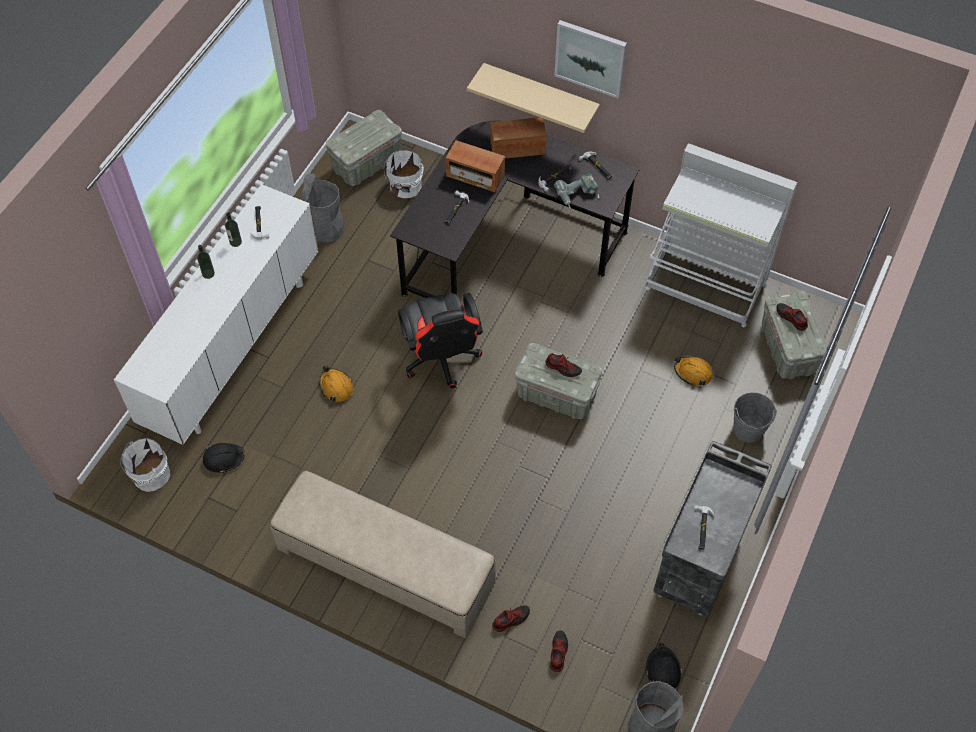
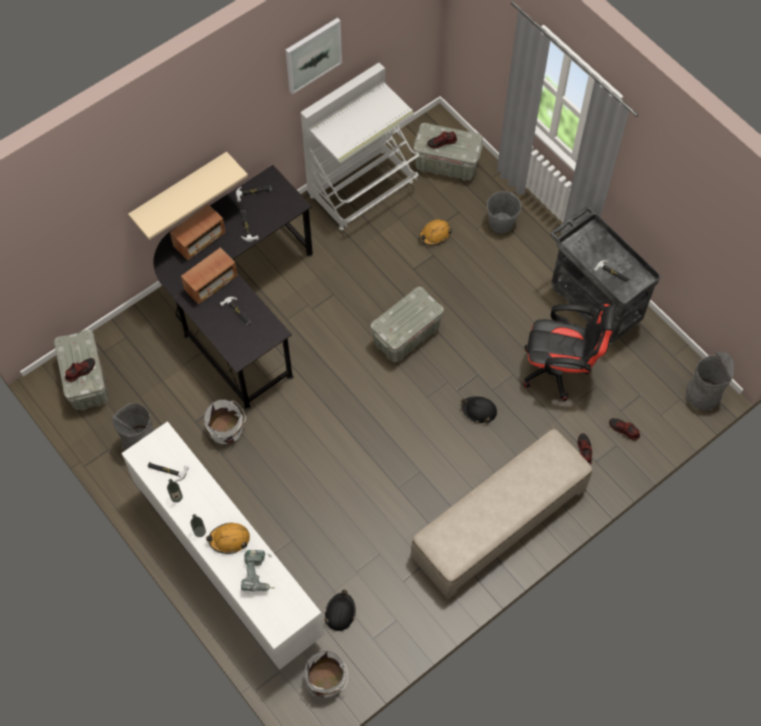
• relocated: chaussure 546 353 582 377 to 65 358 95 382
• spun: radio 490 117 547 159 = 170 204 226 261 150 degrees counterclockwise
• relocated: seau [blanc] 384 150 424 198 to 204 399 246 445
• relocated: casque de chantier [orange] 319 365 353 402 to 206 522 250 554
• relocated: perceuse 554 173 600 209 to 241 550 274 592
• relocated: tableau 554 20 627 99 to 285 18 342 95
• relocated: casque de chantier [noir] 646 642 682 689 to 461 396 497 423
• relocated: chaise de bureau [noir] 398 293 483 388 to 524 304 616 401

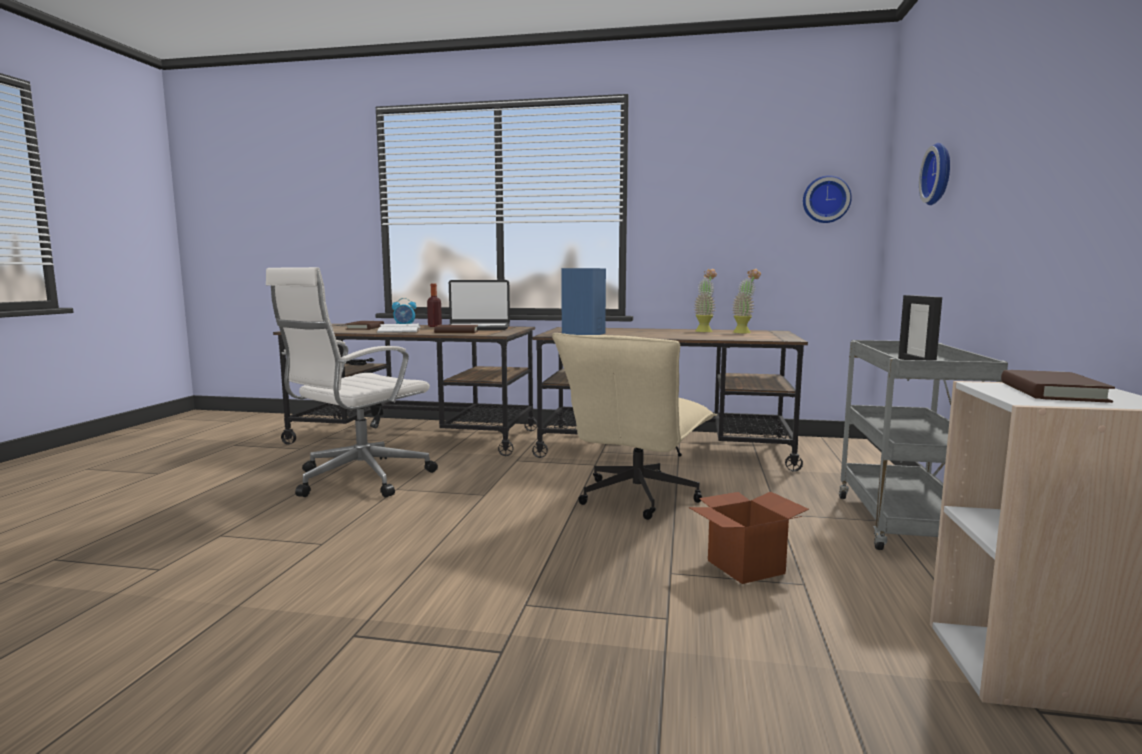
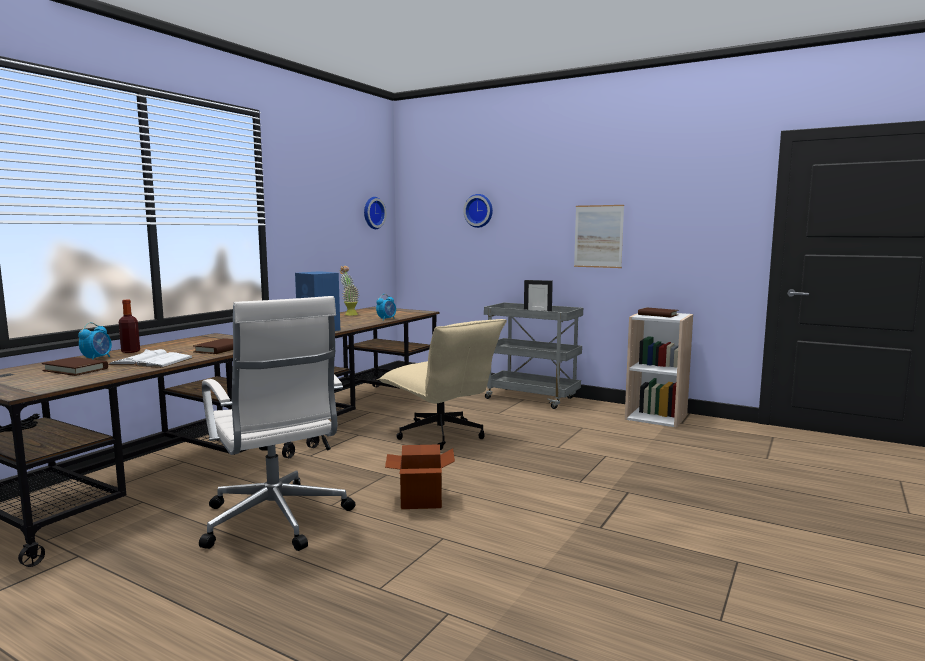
• appeared: réveil 376 294 396 321
• relocated: carton 689 492 809 584 to 385 444 455 509
• appeared: tableau 574 205 624 268
• missing: ordinateur portable 448 280 510 330
• missing: plante en pot 732 269 761 333

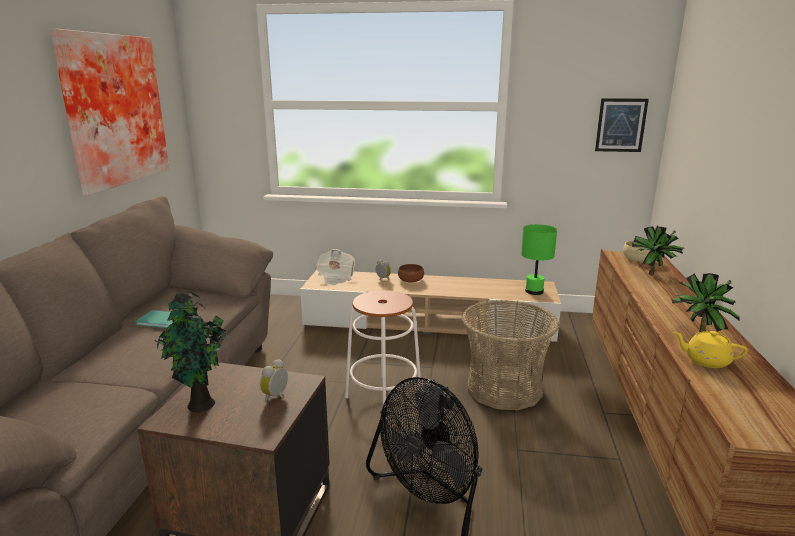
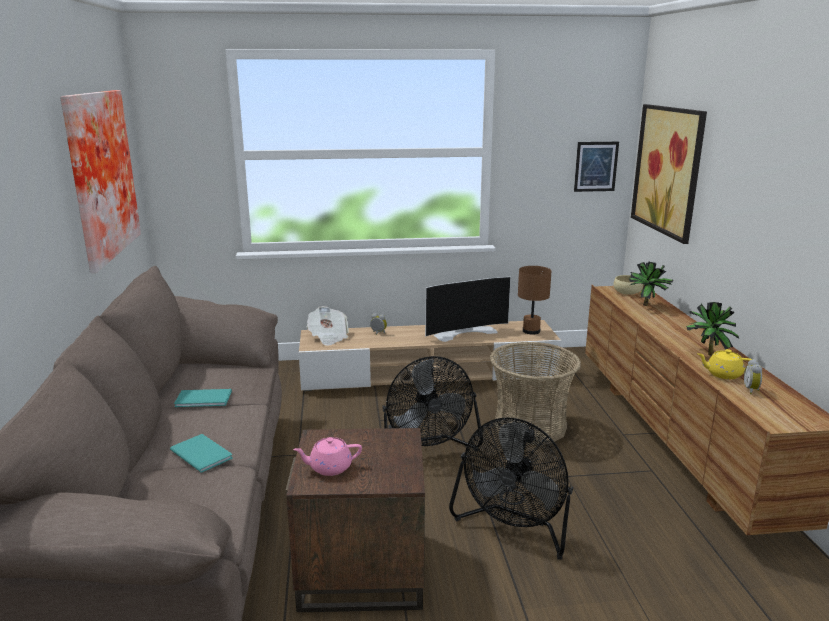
• appeared: livre [turquoise] 170 434 233 473
• exchanged: plante en pot 156 291 228 412 to théière [rose] 293 437 362 476
• exchanged: tabouret [blanc] 345 290 421 418 to ventilateur [noir] 382 356 483 452
• appeared: téléviseur 425 277 511 342
• colour: lampe de table [vert] 521 224 557 295 to lampe de table [marron] 518 266 551 335
• appeared: tableau 631 104 707 244
• relocated: réveil 260 359 288 402 to 744 359 762 394
• missing: bol [marron] 398 264 424 283

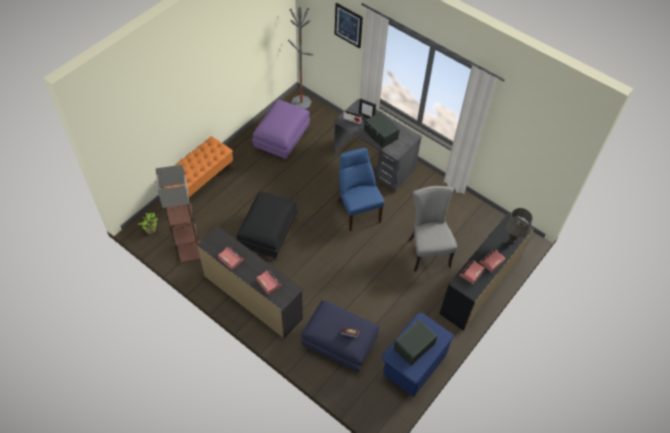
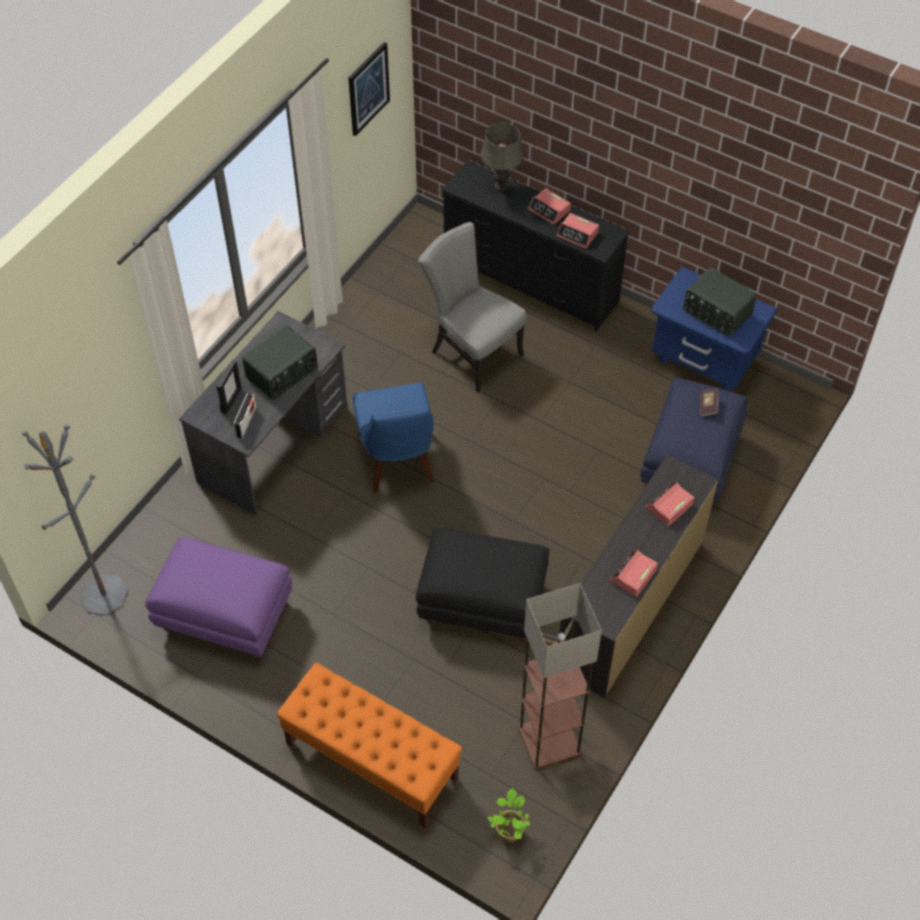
• relocated: tableau 335 3 363 49 to 348 42 390 136
• spun: chaise [bleu] 337 148 384 231 = 353 383 434 493 75 degrees counterclockwise
• spun: chaise [gris] 409 186 458 272 = 418 222 527 393 60 degrees clockwise

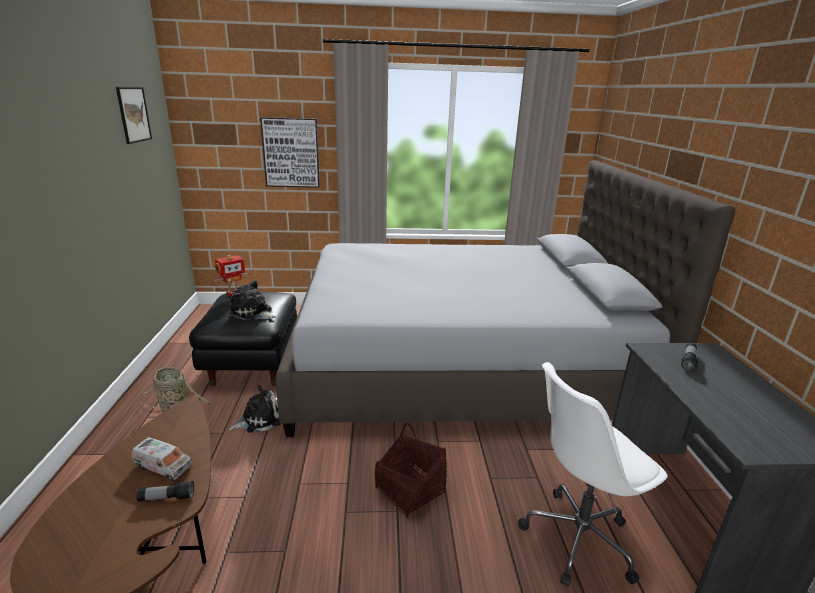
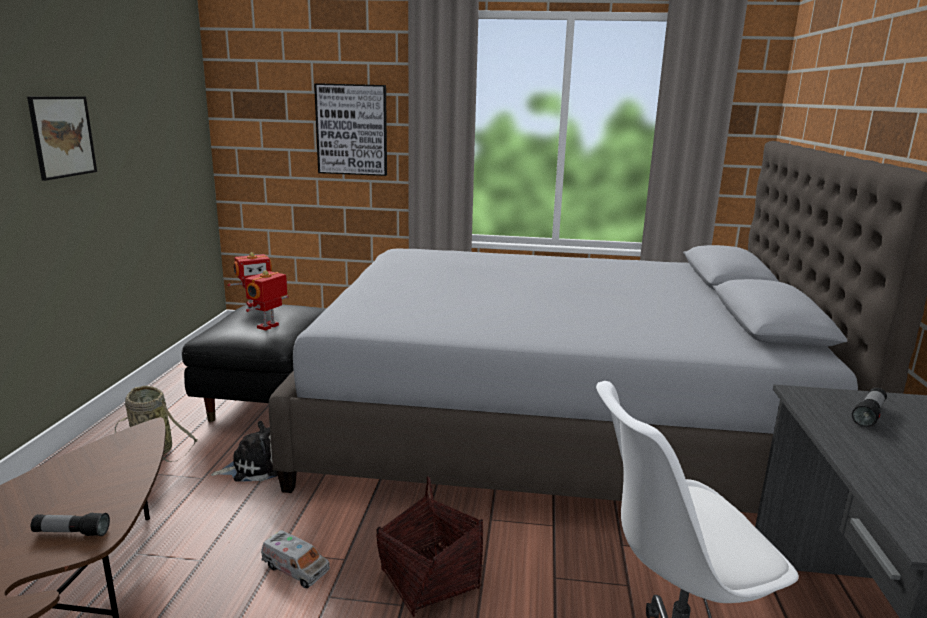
• relocated: tableau 116 87 152 144 to 27 96 97 181
• exchanged: peluche 229 280 276 321 to robot jouet 245 270 289 330
• relocated: camion jouet 132 437 192 481 to 261 530 330 588

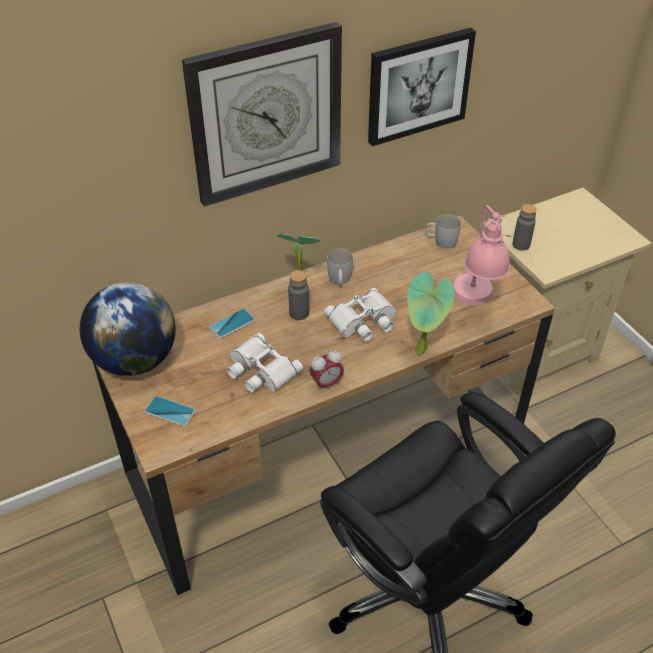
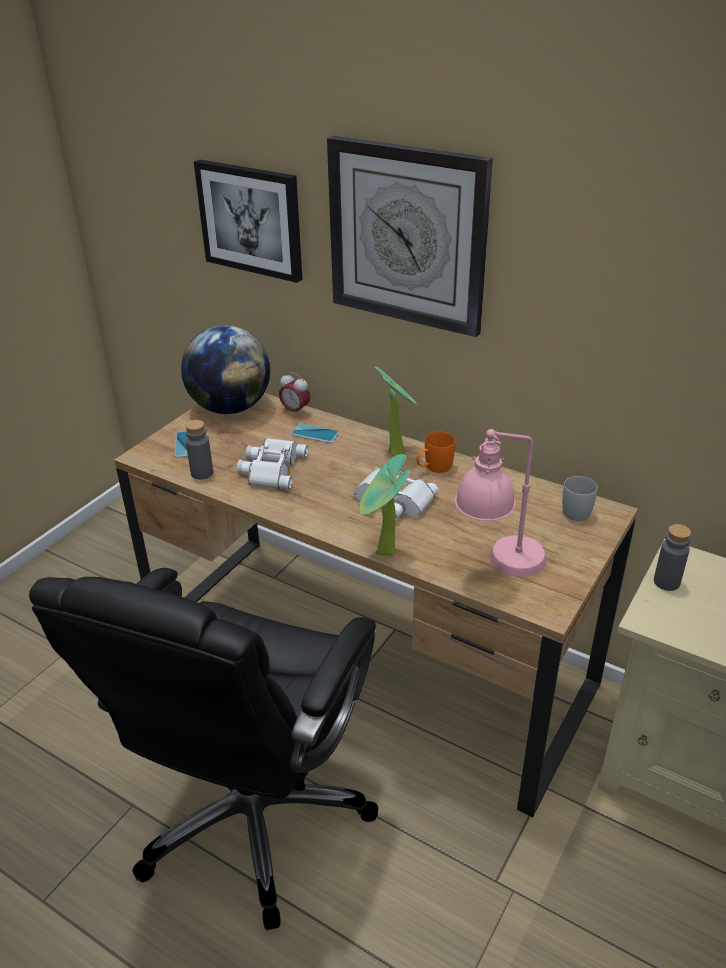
• relocated: bouteille [gris] 288 270 309 320 to 185 420 213 480
• relocated: tableau 368 28 476 146 to 194 159 302 283
• relocated: réveil 309 350 344 391 to 279 372 310 416
• colour: mug [blanc] 327 248 353 285 to mug [orange] 417 432 455 473

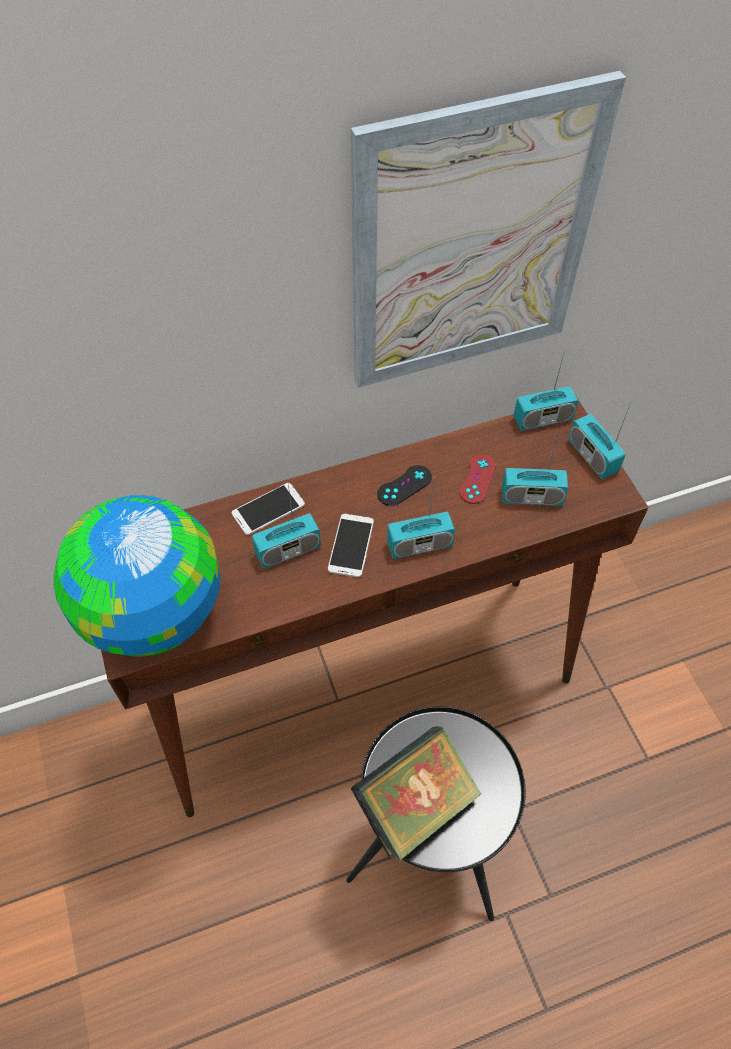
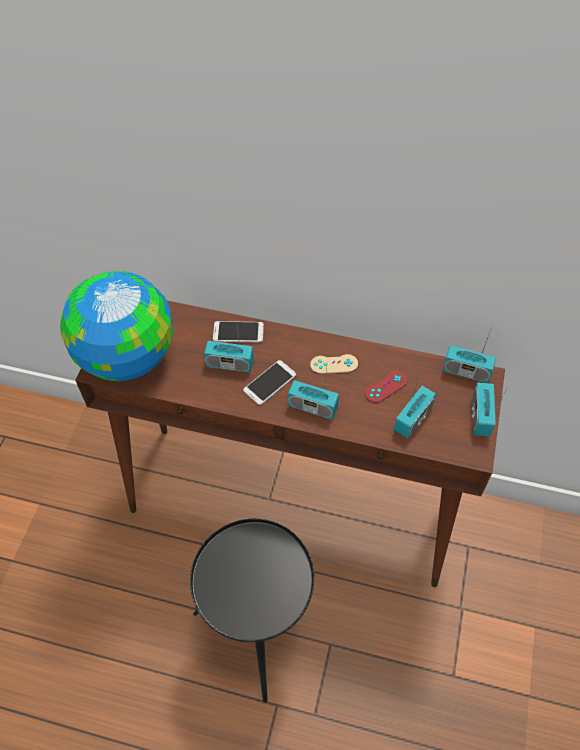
• colour: manette [noir] 377 465 432 506 to manette [beige] 310 354 358 374
• spun: radio 502 433 568 506 = 394 370 436 439 90 degrees counterclockwise
• missing: tableau 351 71 626 388
• missing: livre 351 726 482 861

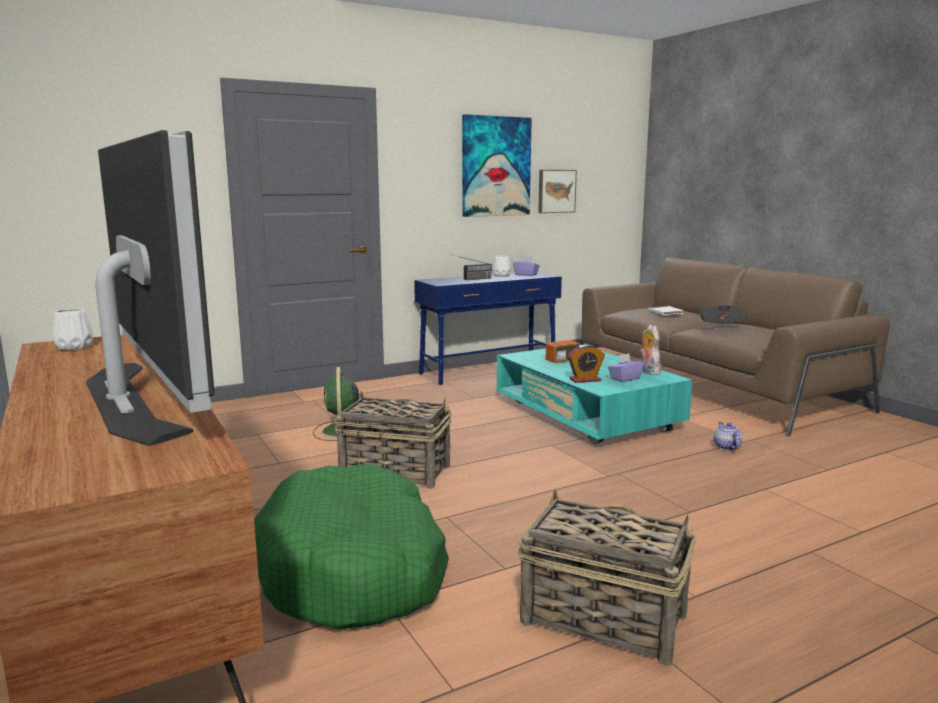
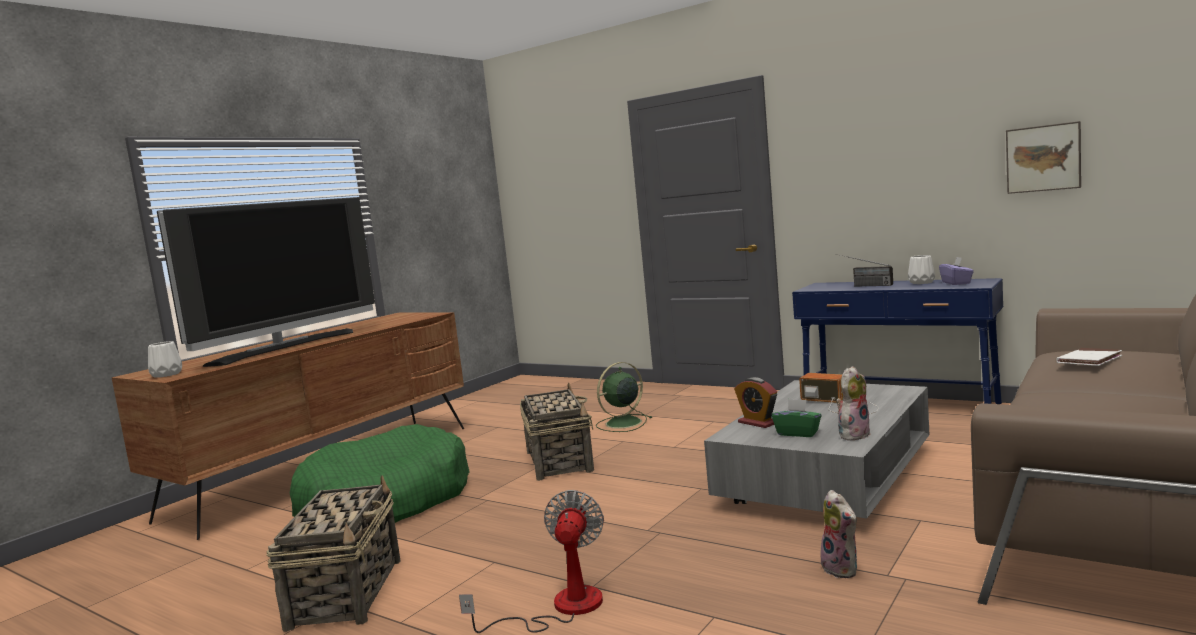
• relocated: vase [blanc] 53 308 93 350 to 148 341 182 378
• appeared: ventilateur 459 490 604 633
• colour: table basse [turquoise] 497 344 692 444 to table basse [gris] 704 380 929 518
• colour: boîte à mouchoirs [violet] 608 353 644 382 to boîte à mouchoirs [vert] 772 399 822 437
• exchanged: théière 714 422 743 451 to peluche 820 490 858 578
• missing: tableau 462 114 532 217
• missing: journal 699 306 747 324

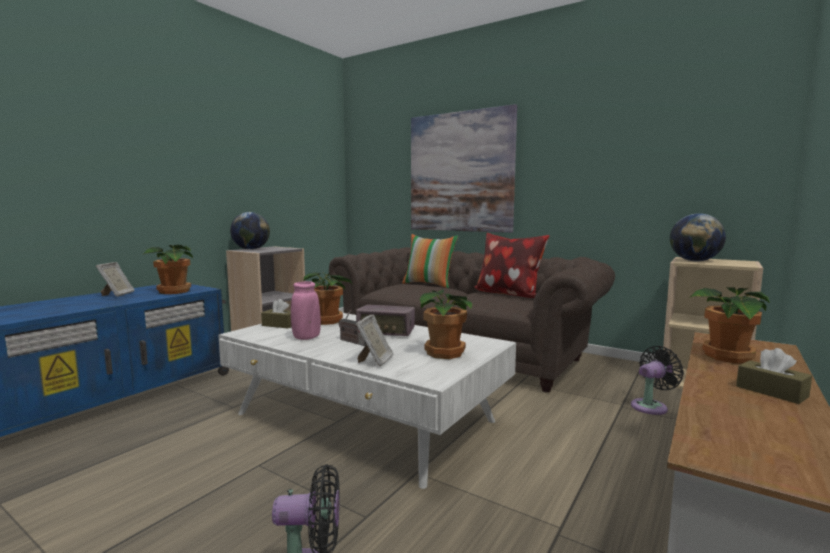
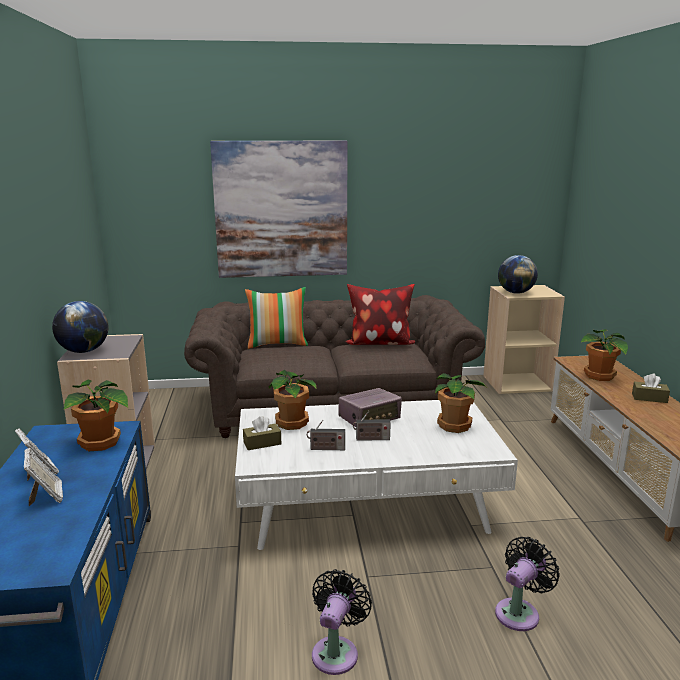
• relocated: cadre photo 356 314 394 367 to 24 448 63 506
• exchanged: vase [rose] 291 281 321 340 to radio 307 420 345 450
• relocated: ventilateur [noir] 631 346 684 415 to 312 569 372 675

